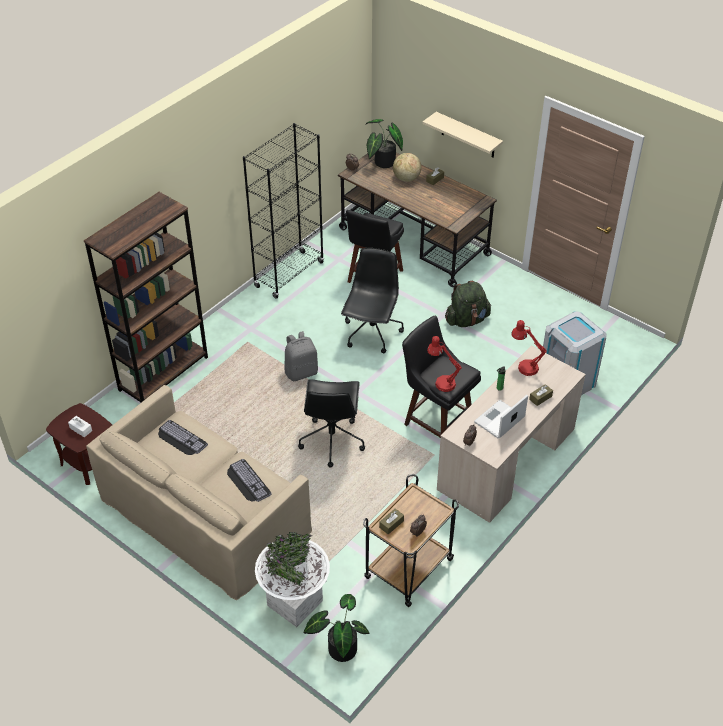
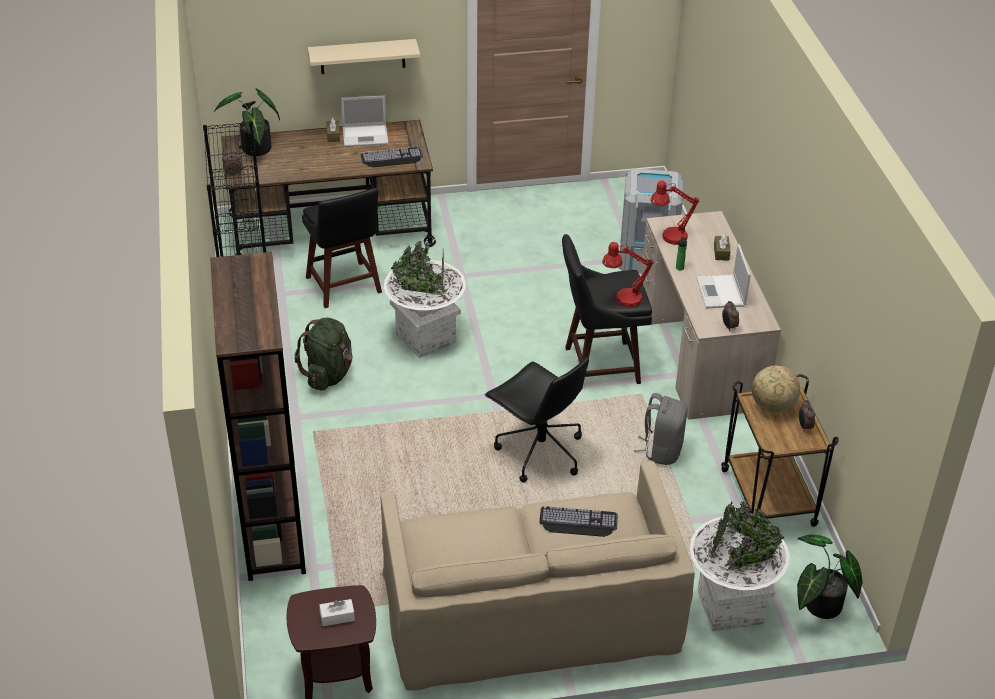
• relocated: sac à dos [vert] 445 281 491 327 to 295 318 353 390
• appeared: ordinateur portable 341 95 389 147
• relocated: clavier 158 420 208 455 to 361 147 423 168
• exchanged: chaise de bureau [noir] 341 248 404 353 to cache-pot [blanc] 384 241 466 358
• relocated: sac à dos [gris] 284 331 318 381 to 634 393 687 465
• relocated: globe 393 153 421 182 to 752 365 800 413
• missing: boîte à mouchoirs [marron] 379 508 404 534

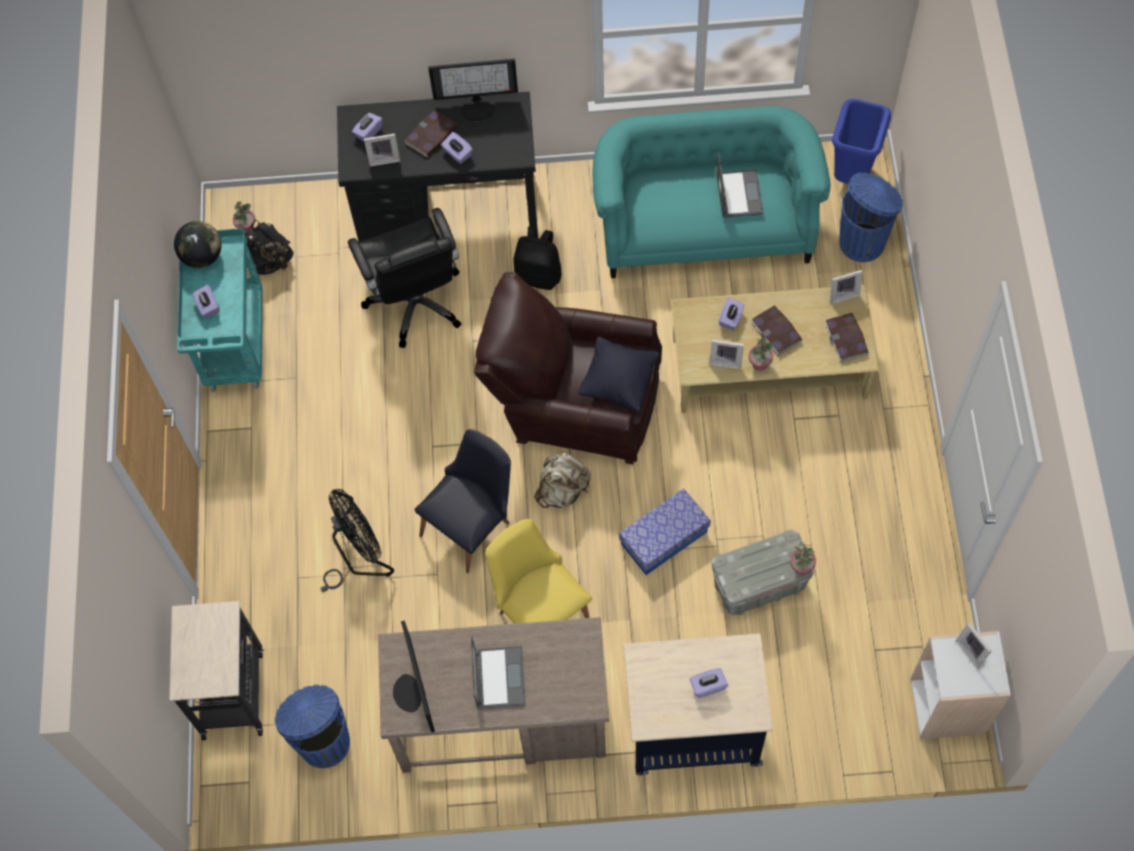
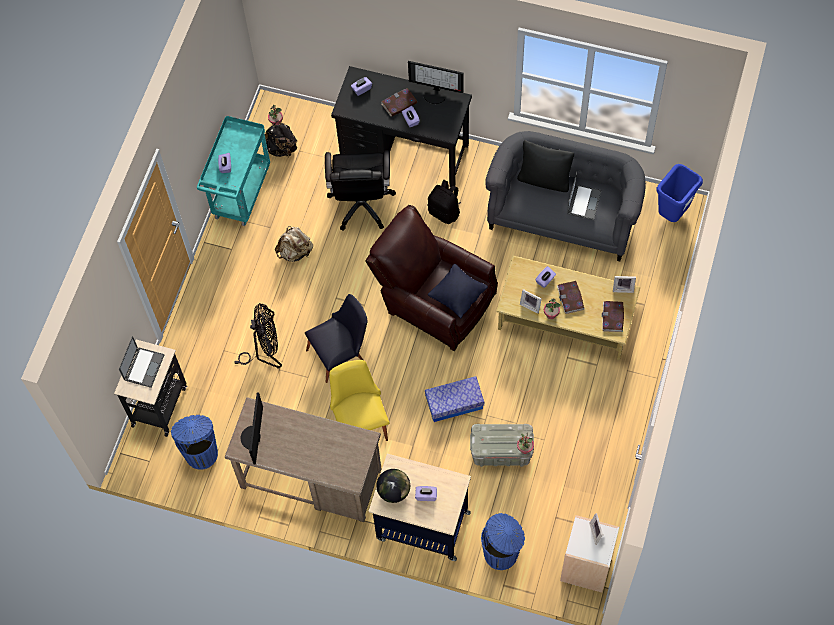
• relocated: ordinateur portable 471 636 526 709 to 119 336 164 388
• relocated: sac à dos [beige] 534 453 591 508 to 275 226 313 262
• relocated: globe 174 221 222 268 to 376 469 410 503
• relocated: poubelle [bleu] 840 172 903 262 to 481 513 525 570
• colour: canapé [turquoise] 592 106 831 278 to canapé [gris] 485 131 646 261
• appeared: coussin [noir] 517 140 574 192
• missing: cadre photo 364 133 400 167

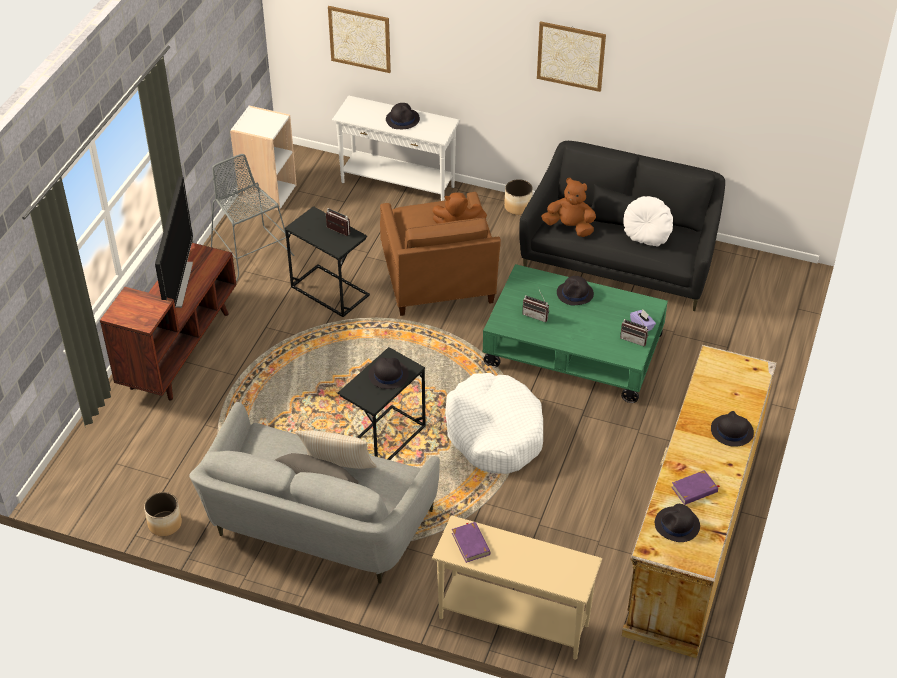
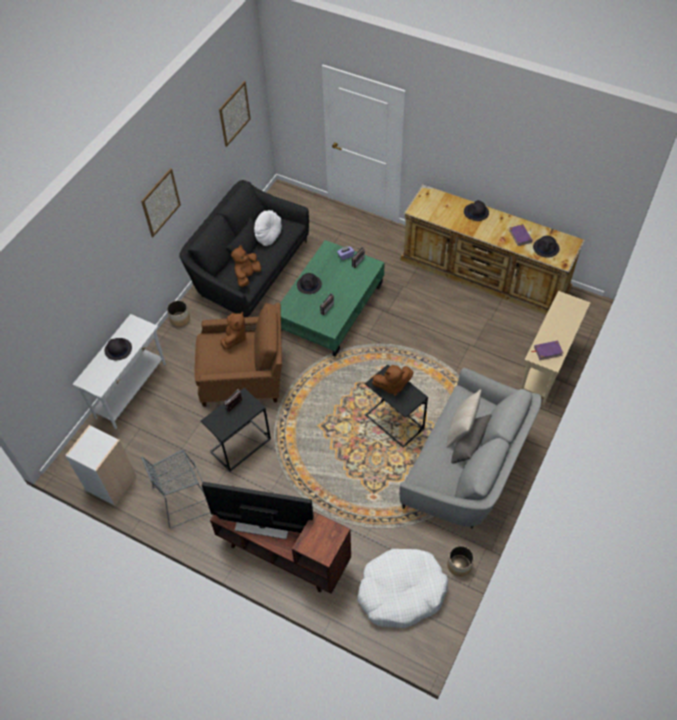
• relocated: tableau 328 6 391 73 to 219 81 251 147
• relocated: panier pour chien [blanc] 445 373 543 474 to 357 549 448 628
• exchanged: chapeau [noir] 368 357 409 389 to peluche [marron] 372 365 413 396

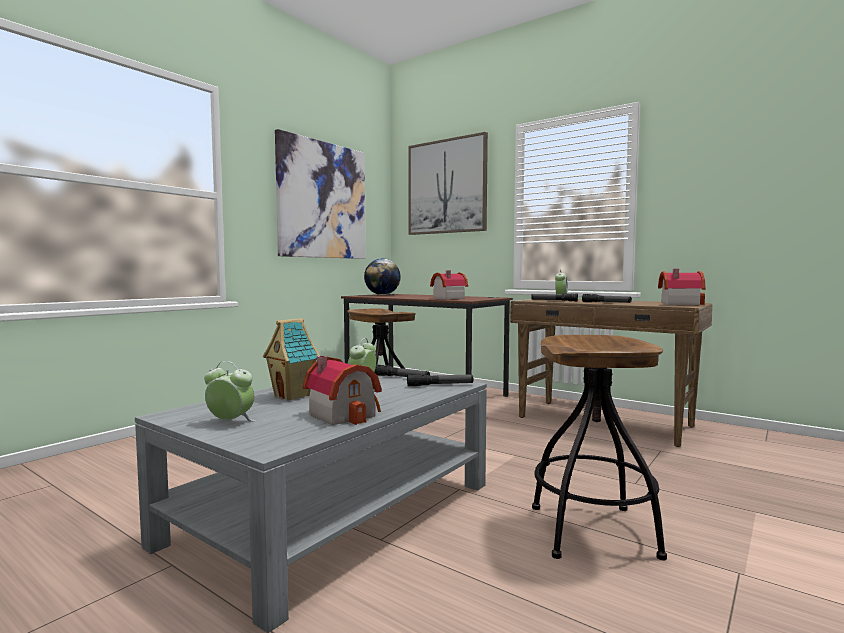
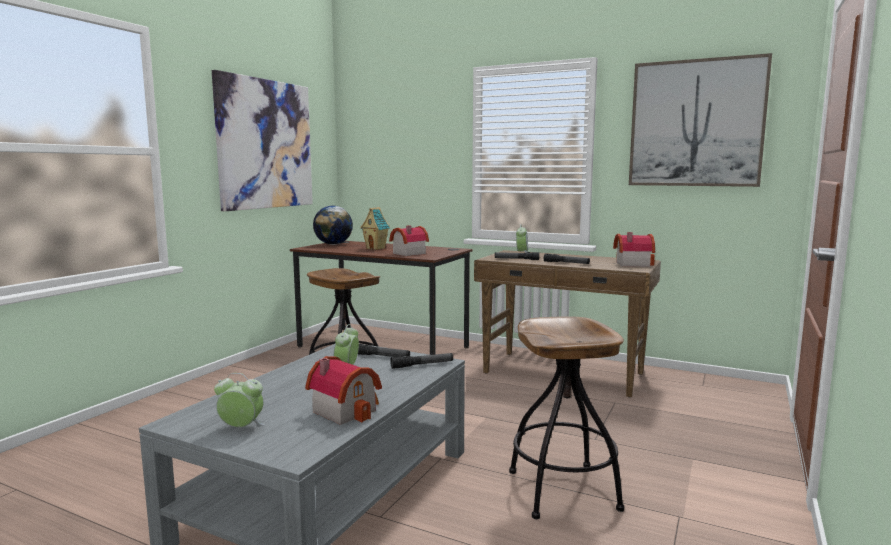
• relocated: maison miniature 263 318 320 400 to 360 207 390 250
• relocated: tableau 408 132 488 235 to 629 53 772 187

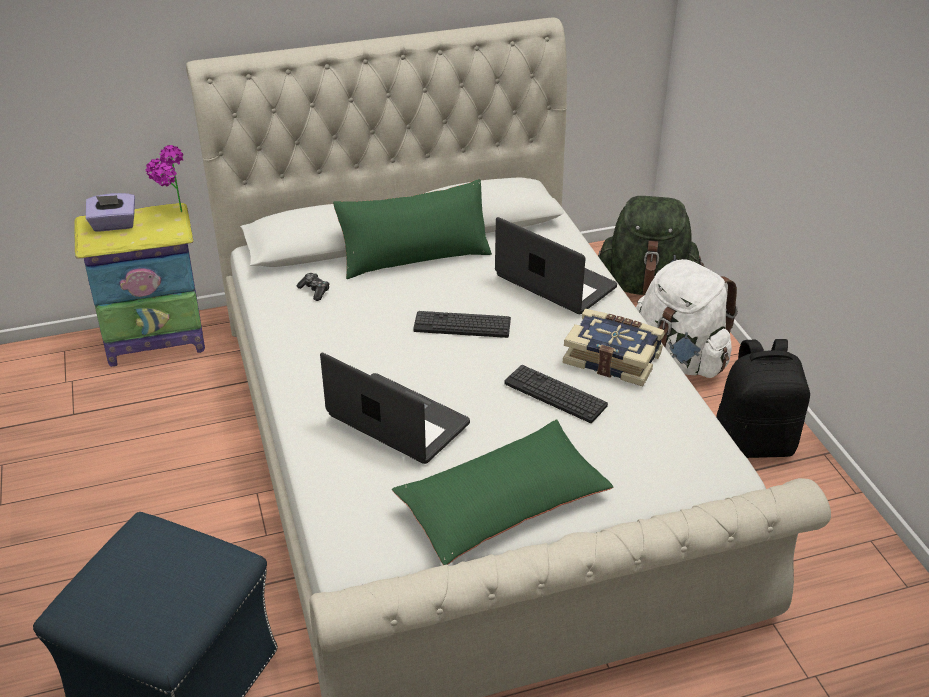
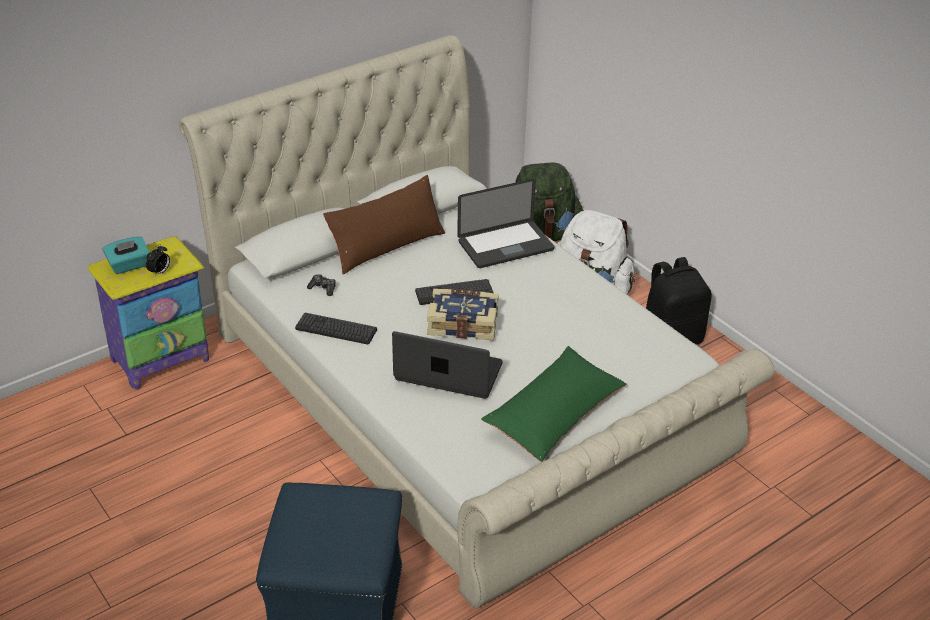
• colour: boîte à mouchoirs [violet] 86 193 135 231 to boîte à mouchoirs [turquoise] 102 237 150 274
• appeared: réveil 146 244 170 277
• relocated: clavier 504 365 608 423 to 295 313 377 345
• colour: coussin [vert] 333 179 492 279 to coussin [marron] 323 175 445 274
• relocated: livre 563 309 665 386 to 427 289 499 340
• spun: ordinateur portable 495 217 617 314 = 457 179 554 268 135 degrees clockwise
• missing: plante en pot 146 145 183 212

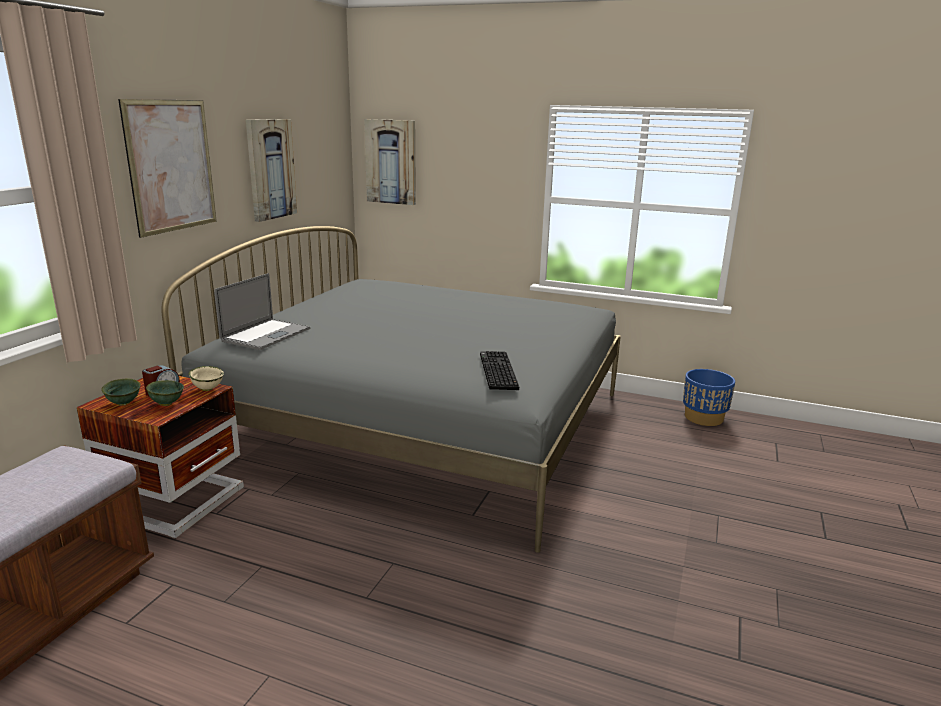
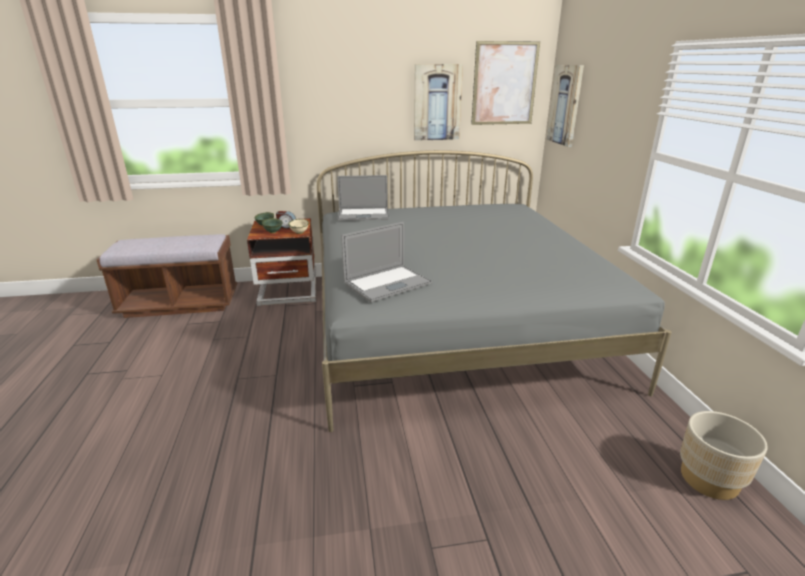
• exchanged: clavier 480 351 519 390 to ordinateur portable 341 222 432 302
• relocated: tableau 118 99 217 238 to 471 41 540 125
• colour: cache-pot [bleu] 683 369 735 426 to cache-pot [beige] 680 411 768 500

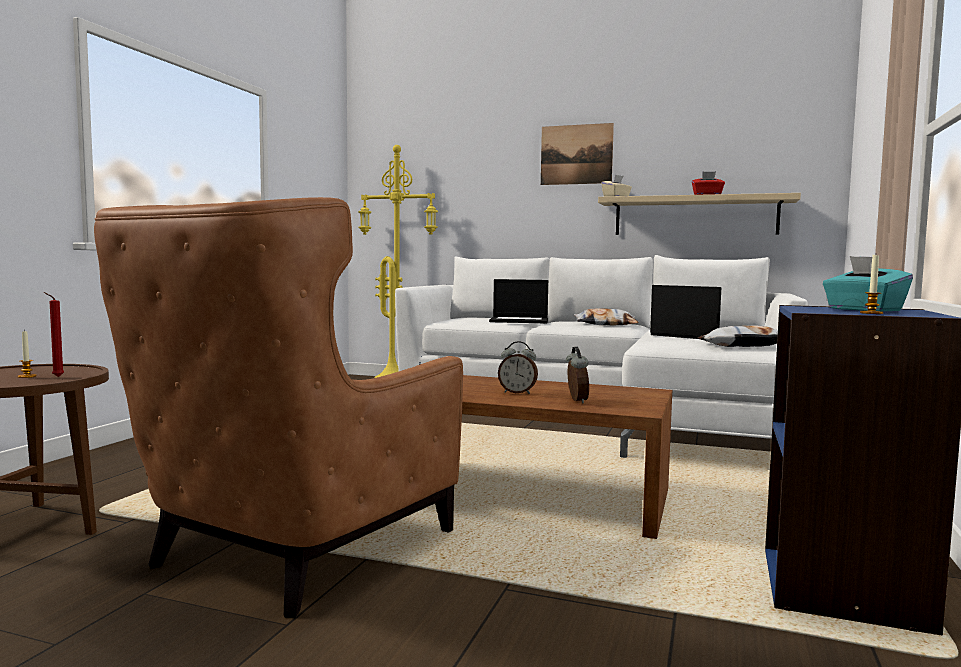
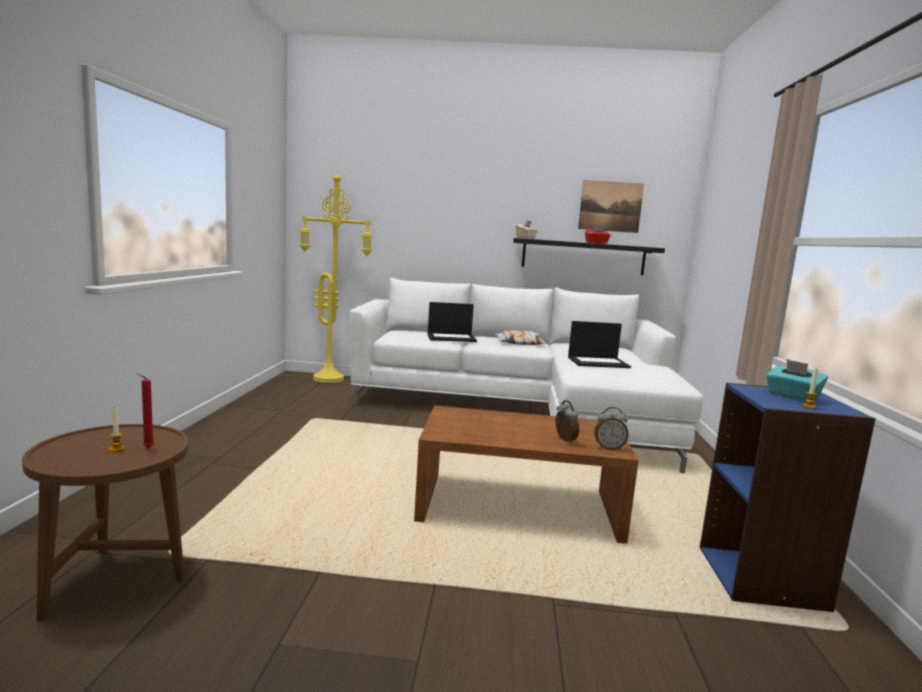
• colour: étagère [beige] 598 193 801 235 to étagère [noir] 513 238 665 275
• spun: ordinateur portable 650 285 721 339 = 568 321 631 368 150 degrees clockwise
• relocated: tableau 541 123 614 185 to 578 180 644 233
• relocated: réveil 498 341 538 394 to 594 407 628 450
• missing: fauteuil [marron] 94 197 463 618
• missing: coussin 698 325 778 347

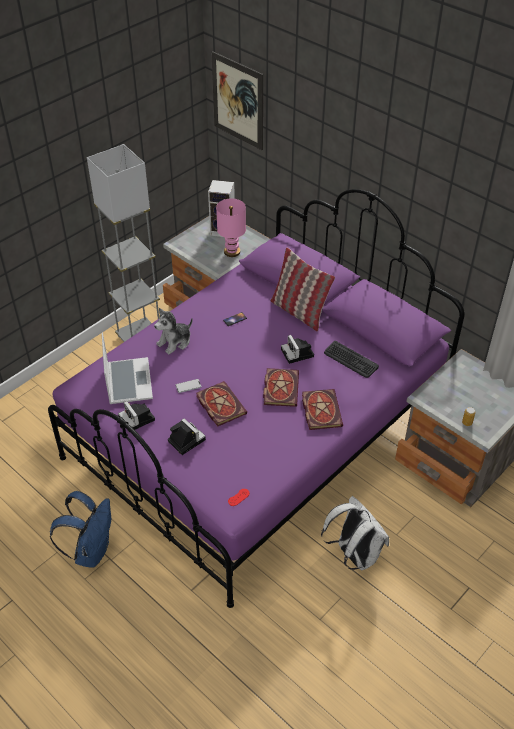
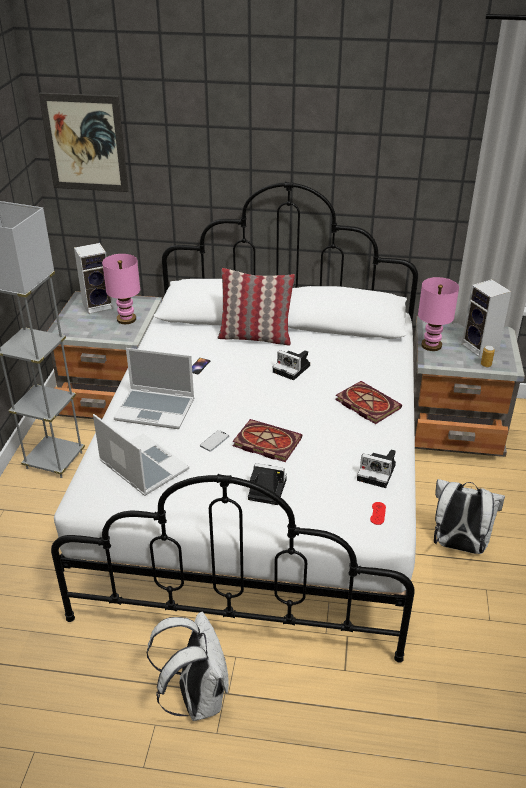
• colour: lit [violet] 48 189 465 608 to lit [blanc] 51 182 418 663
• exchanged: peluche 154 308 192 355 to ordinateur portable 113 348 194 429
• colour: sac à dos [bleu] 50 491 111 568 to sac à dos [blanc] 146 611 229 721
• relocated: appareil photo 118 401 155 430 to 357 450 396 488
• appeared: lampe de table [rose] 418 277 459 351
• appeared: enceinte 461 279 511 357
• missing: livre 263 368 299 407
• missing: clavier 324 341 379 378

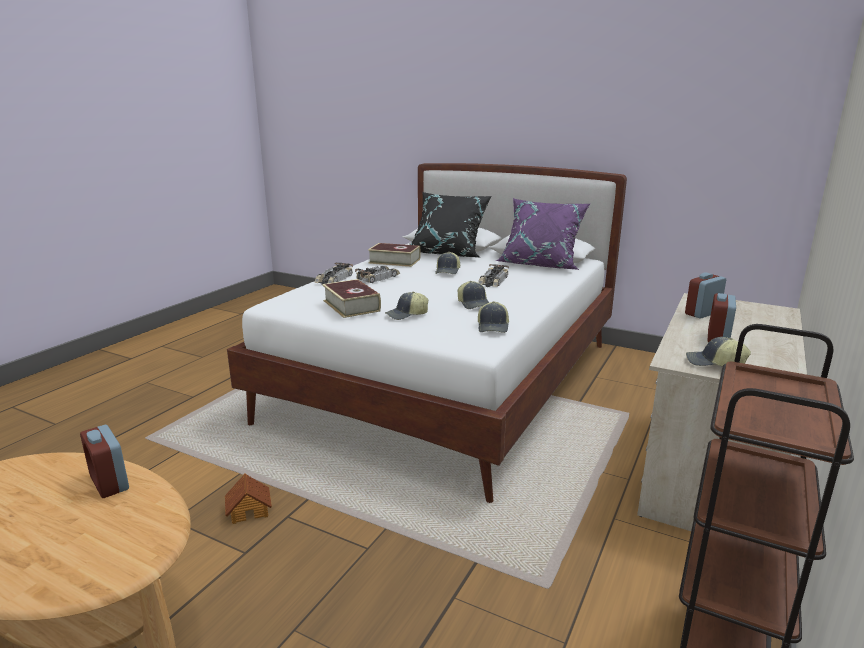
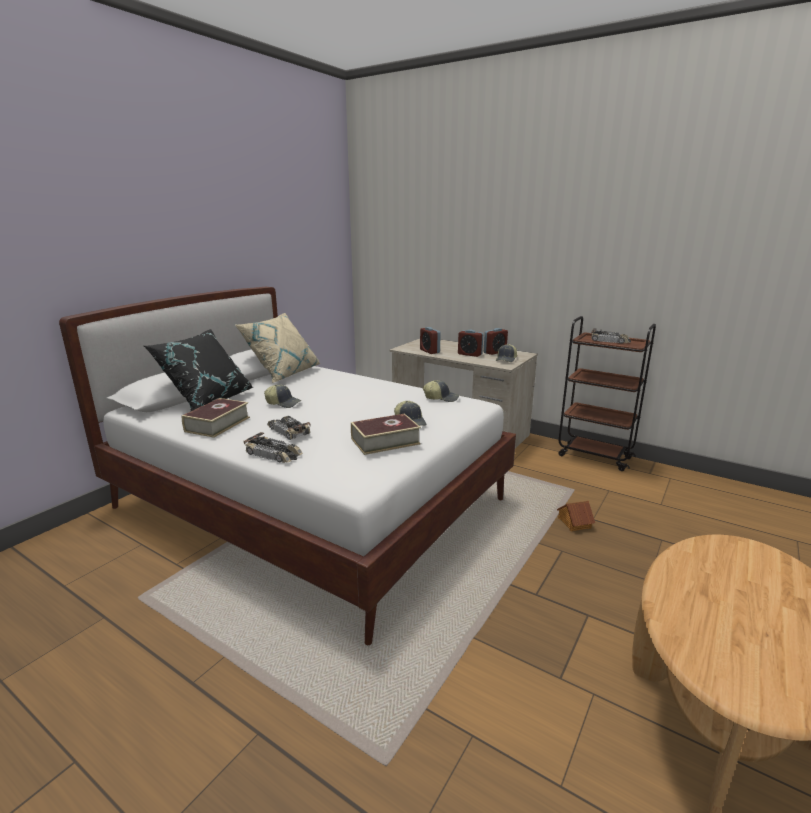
• colour: coussin [violet] 495 198 590 270 to coussin [beige] 235 313 320 383
• relocated: réveil 80 425 129 498 to 484 328 508 355
• relocated: maison miniature 225 474 272 524 to 557 501 595 531
• relocated: petite voiture 478 264 509 287 to 591 328 631 344
• missing: casquette 458 281 489 309

